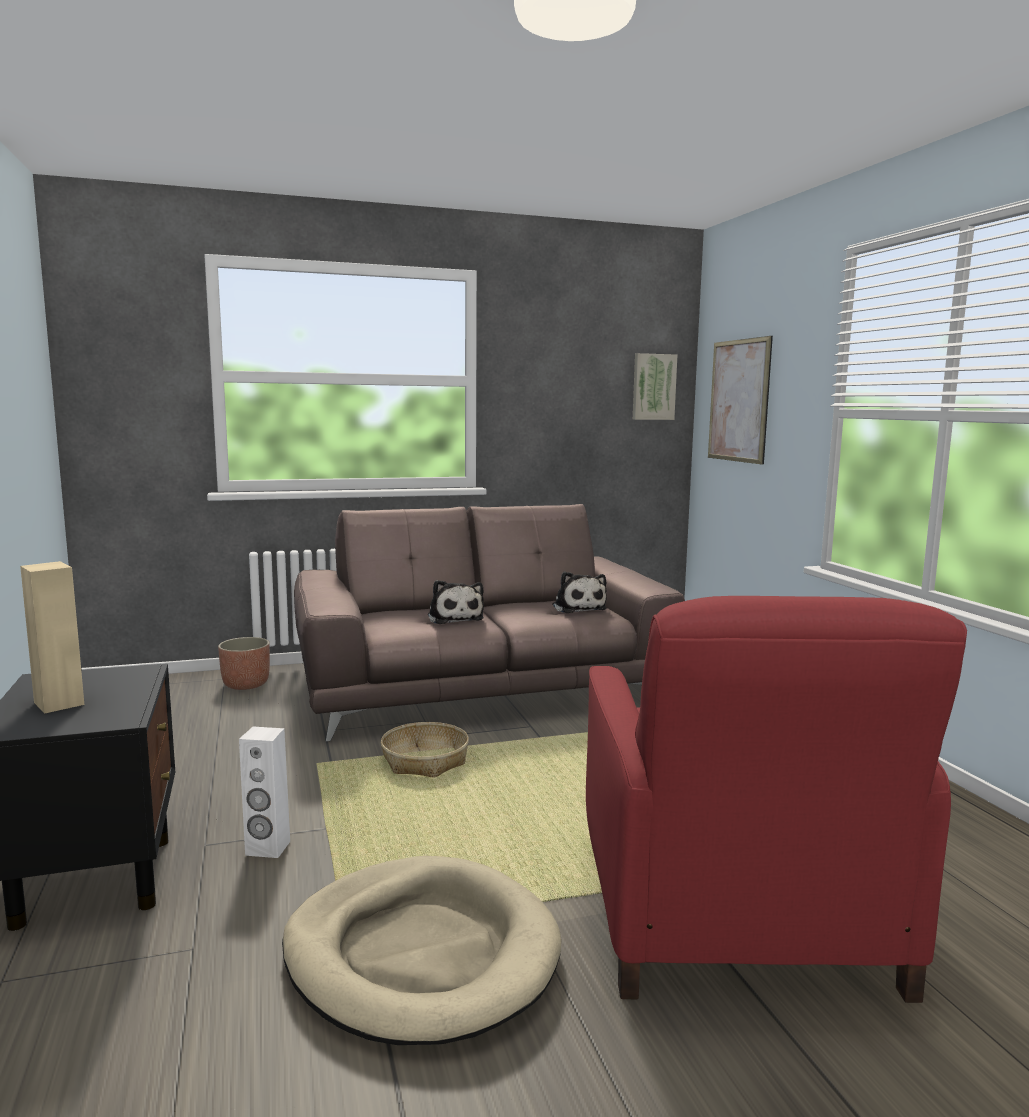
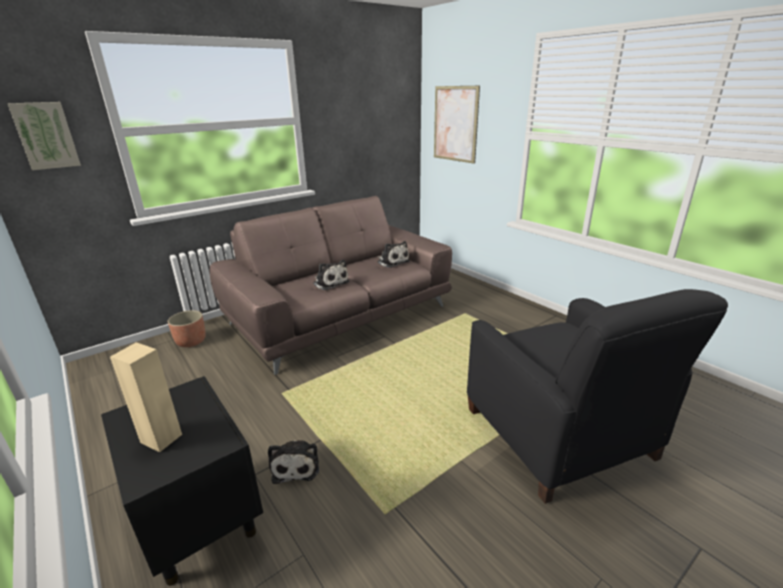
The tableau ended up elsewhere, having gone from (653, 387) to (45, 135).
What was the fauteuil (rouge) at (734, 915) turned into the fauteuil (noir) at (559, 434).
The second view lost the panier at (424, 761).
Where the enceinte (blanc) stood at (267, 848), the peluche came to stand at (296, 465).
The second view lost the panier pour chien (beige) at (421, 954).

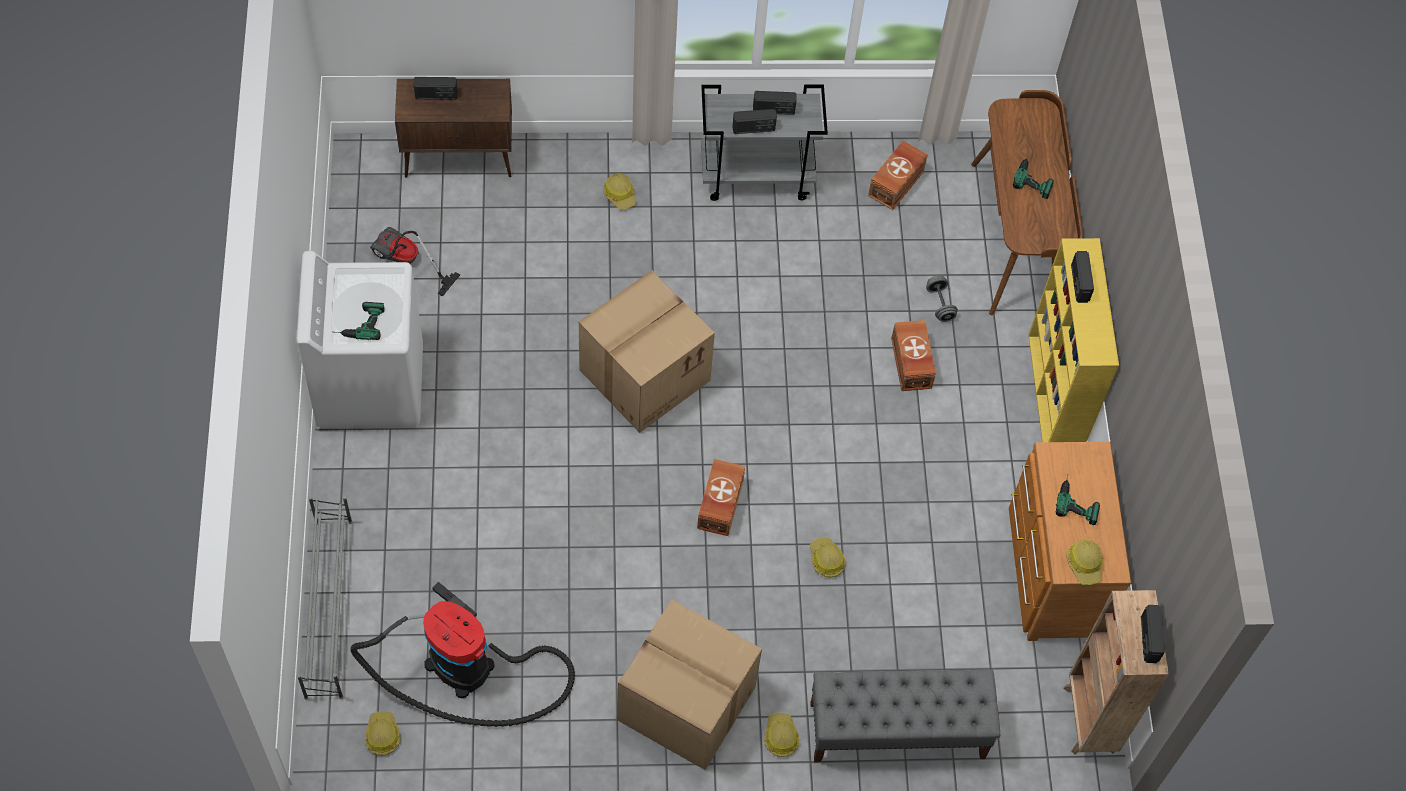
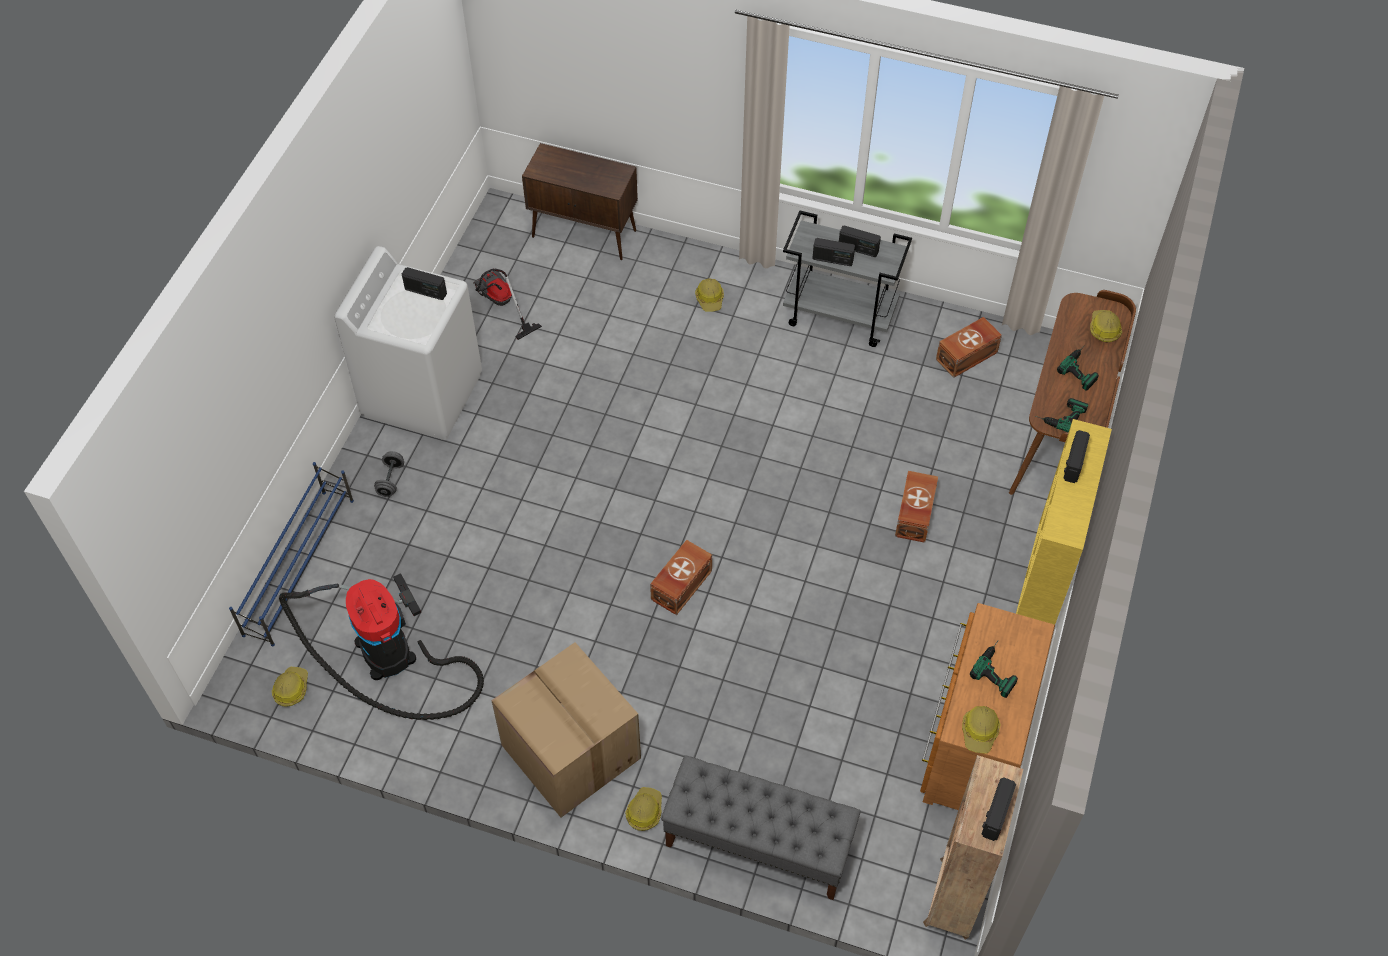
The radio ended up elsewhere, having gone from (436, 95) to (425, 291).
The second view lost the carton at (645, 373).
The haltère (gris) ended up elsewhere, having gone from (940, 304) to (391, 480).
The perceuse ended up elsewhere, having gone from (358, 323) to (1060, 415).
What was the étagère à chaussures (gris) at (329, 607) turned into the étagère à chaussures (bleu) at (300, 566).
The casque de chantier ended up elsewhere, having gone from (826, 560) to (1103, 329).

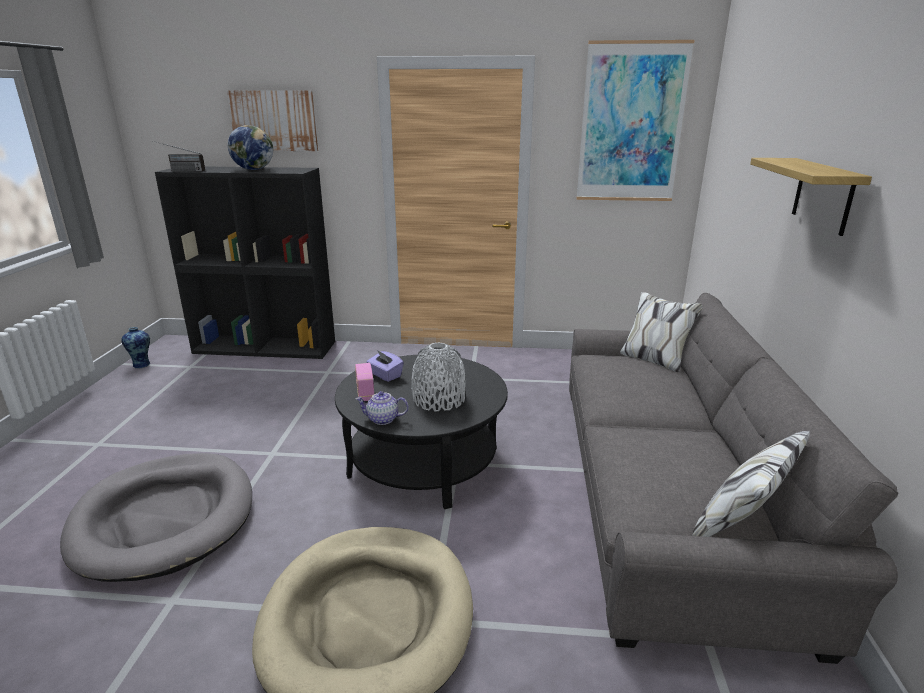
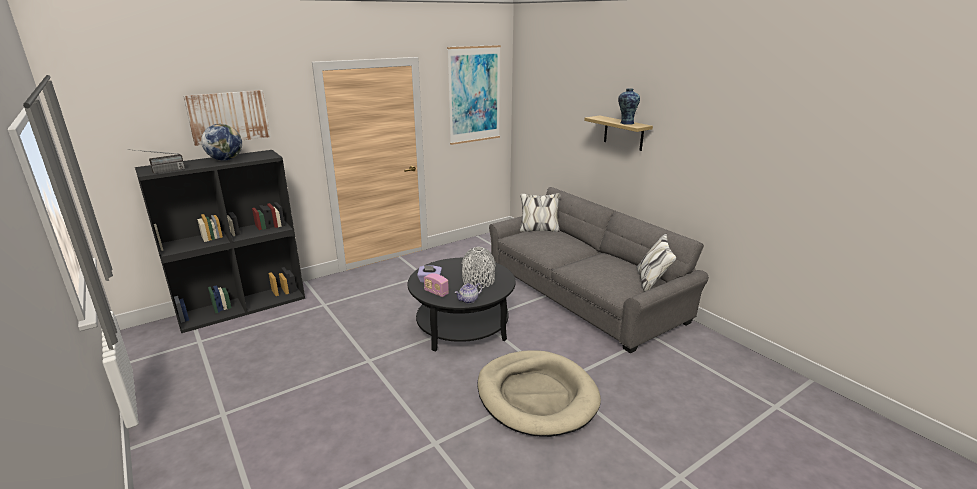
The vase ended up elsewhere, having gone from (142, 364) to (626, 123).
The second view lost the panier pour chien (gris) at (165, 519).

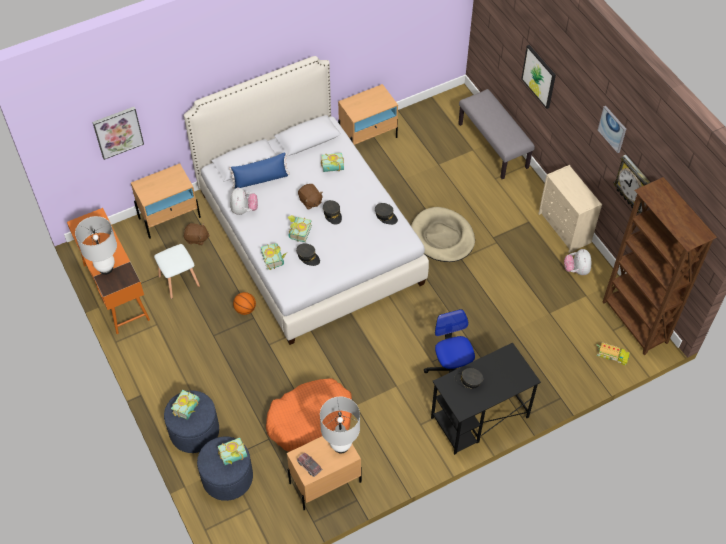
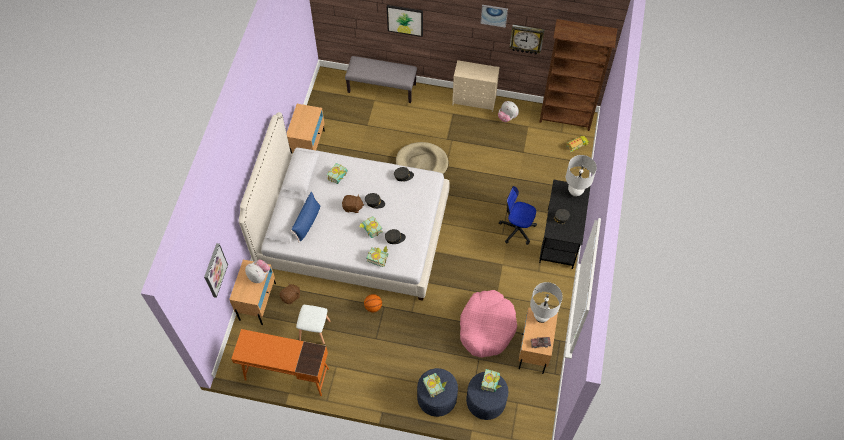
The peluche ended up elsewhere, having gone from (244, 210) to (259, 275).
The lampe de table (blanc) ended up elsewhere, having gone from (106, 268) to (575, 193).
What was the panier pour chien (orange) at (311, 421) turned into the panier pour chien (rose) at (486, 327).

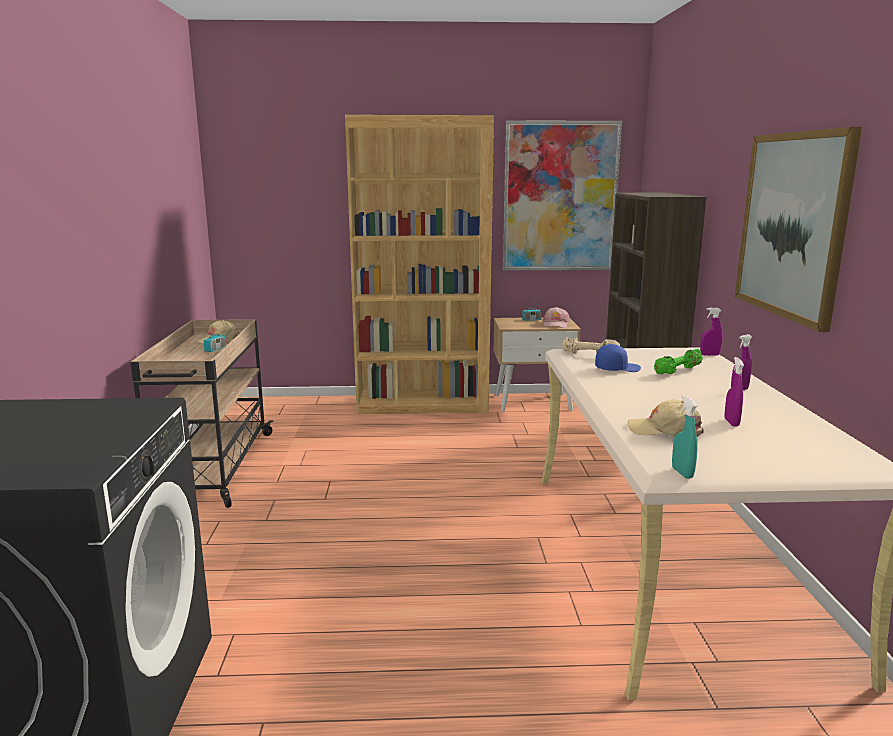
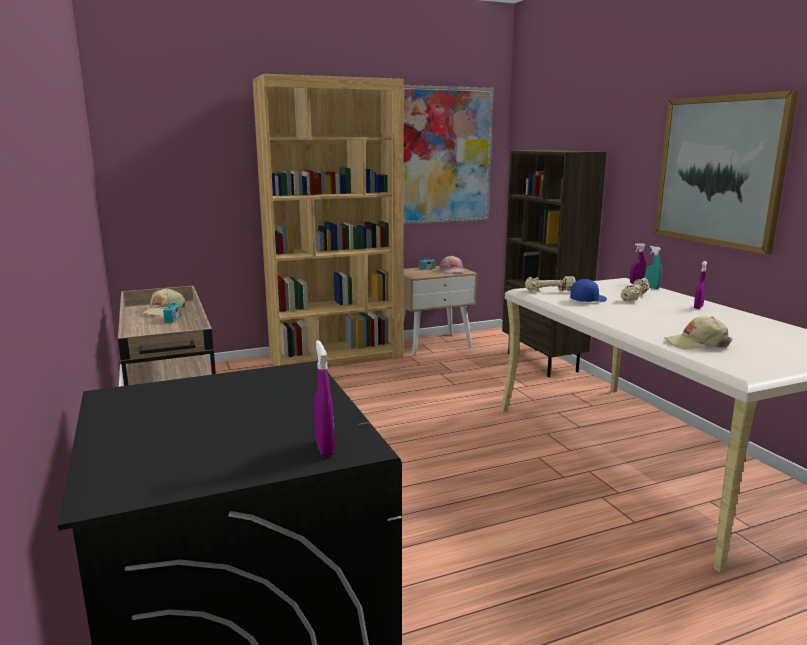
What was the haltère (vert) at (678, 371) turned into the haltère (beige) at (635, 298).
The vaporisateur (violet) ended up elsewhere, having gone from (731, 422) to (324, 448).
The vaporisateur (turquoise) ended up elsewhere, having gone from (682, 473) to (651, 287).

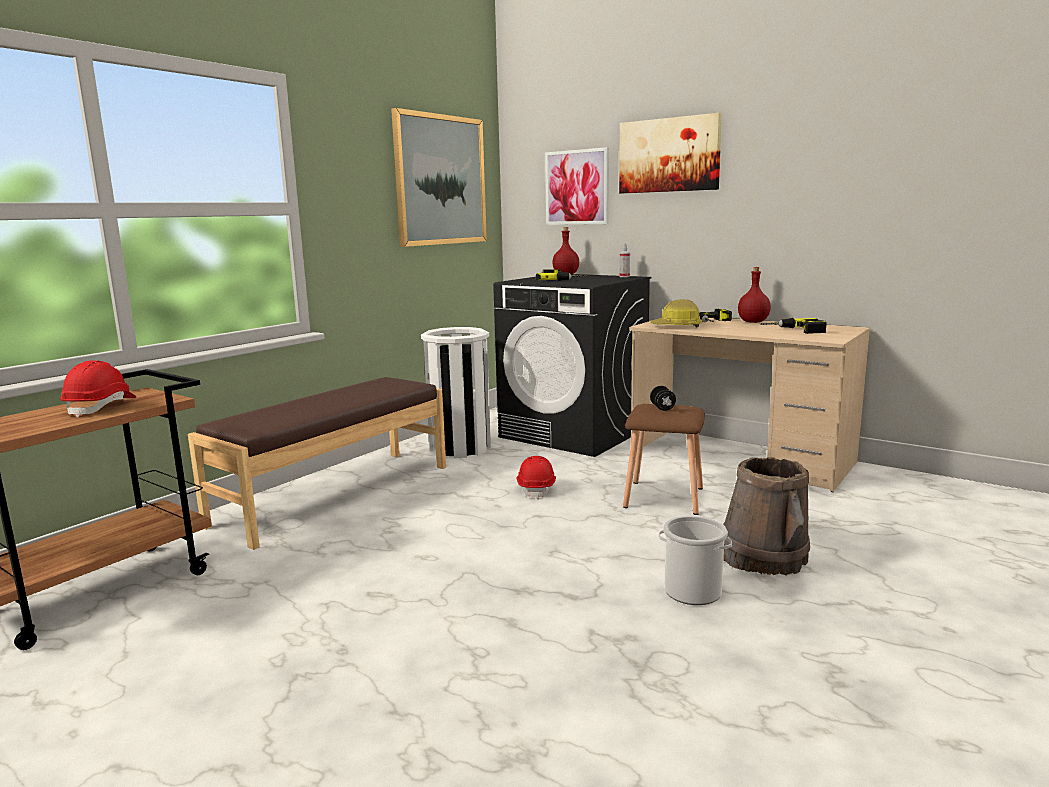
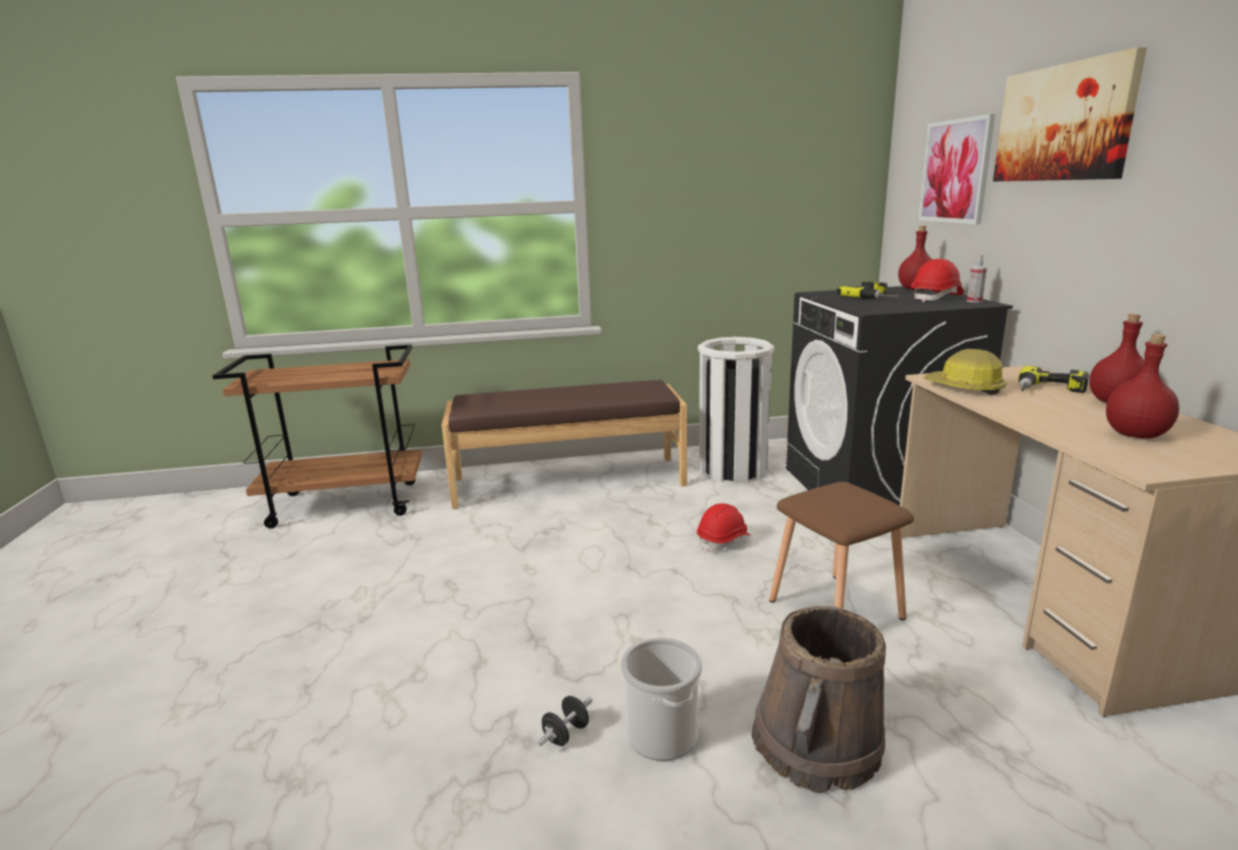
The second view lost the tableau at (440, 180).
Where the perceuse stood at (794, 330), the bouteille (rouge) came to stand at (1137, 435).
The casque de chantier (rouge) ended up elsewhere, having gone from (101, 407) to (936, 298).
The haltère (noir) ended up elsewhere, having gone from (662, 408) to (566, 734).

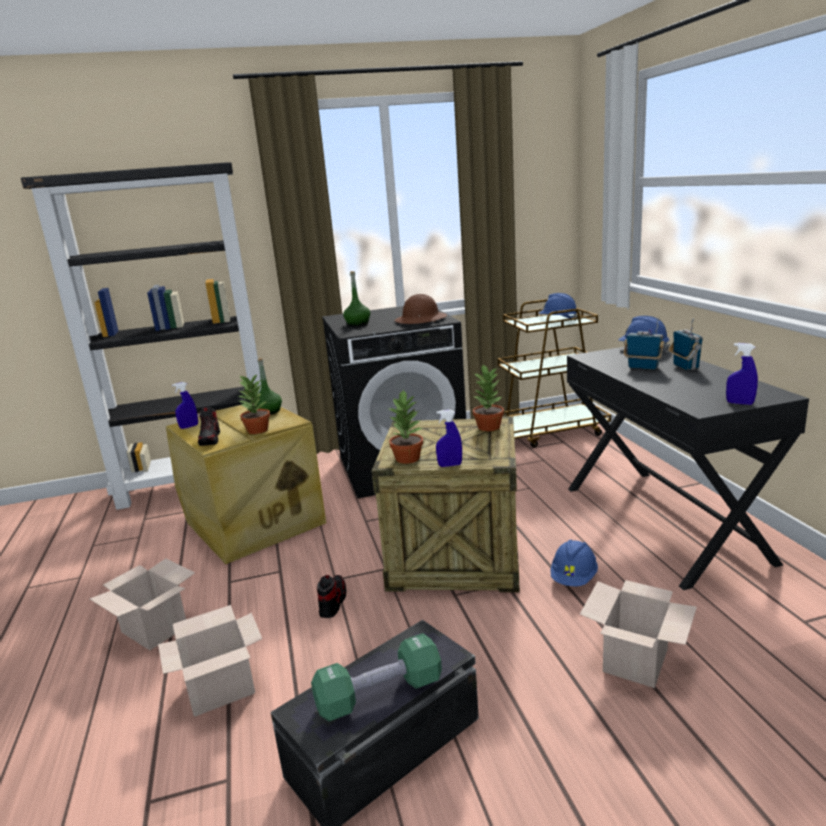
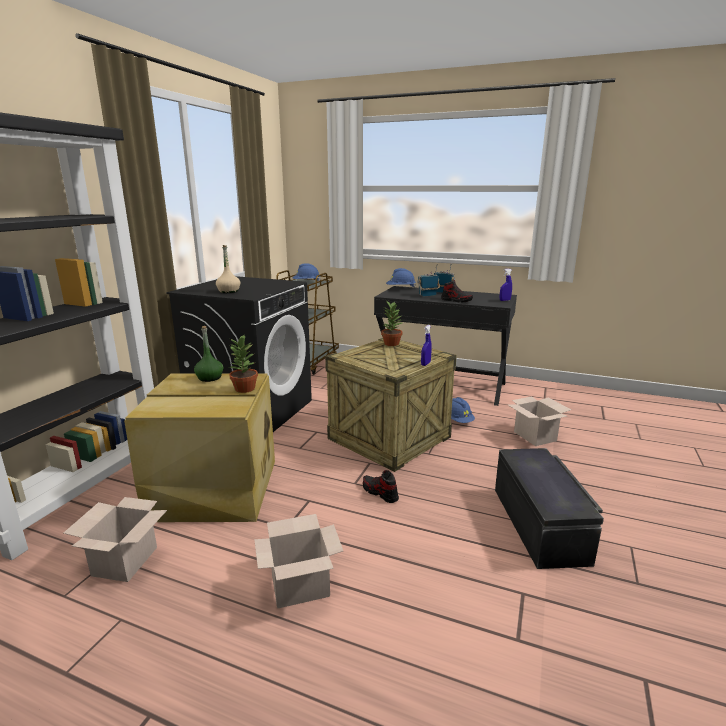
What was the bouteille (vert) at (358, 323) turned into the bouteille (beige) at (229, 291).
The second view lost the casque de chantier (marron) at (421, 320).
The second view lost the vaporisateur (bleu) at (189, 427).
The second view lost the plante en pot at (408, 458).
The chaussure ended up elsewhere, having gone from (210, 439) to (456, 300).
The carton ended up elsewhere, having gone from (222, 687) to (125, 560).
The second view lost the haltère (vert) at (379, 694).

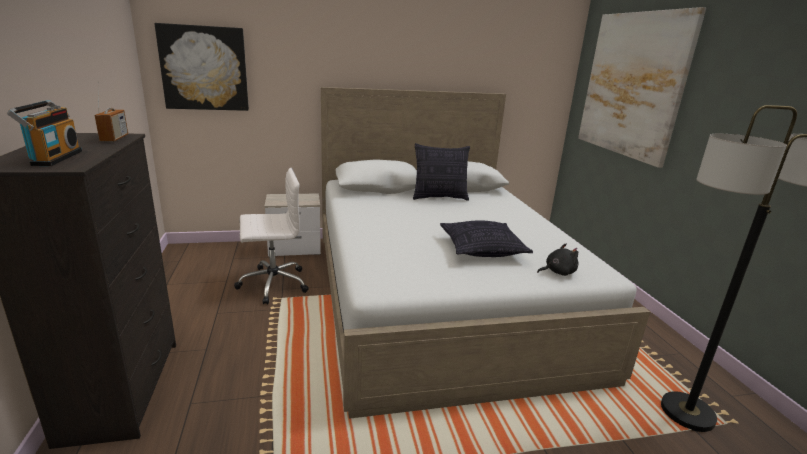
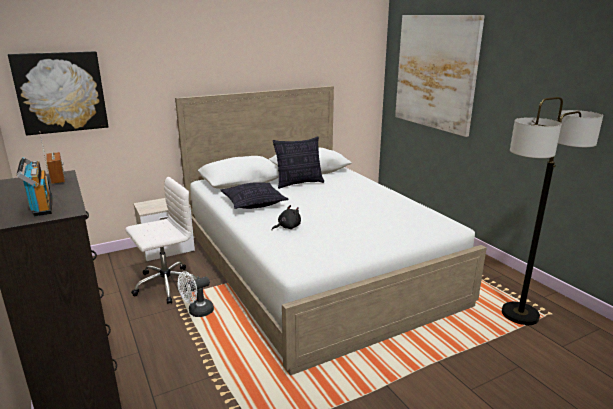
The coussin ended up elsewhere, having gone from (482, 249) to (254, 204).
The peluche (noir) ended up elsewhere, having gone from (557, 272) to (287, 227).
The second view gained the ventilateur (blanc) at (197, 312).

